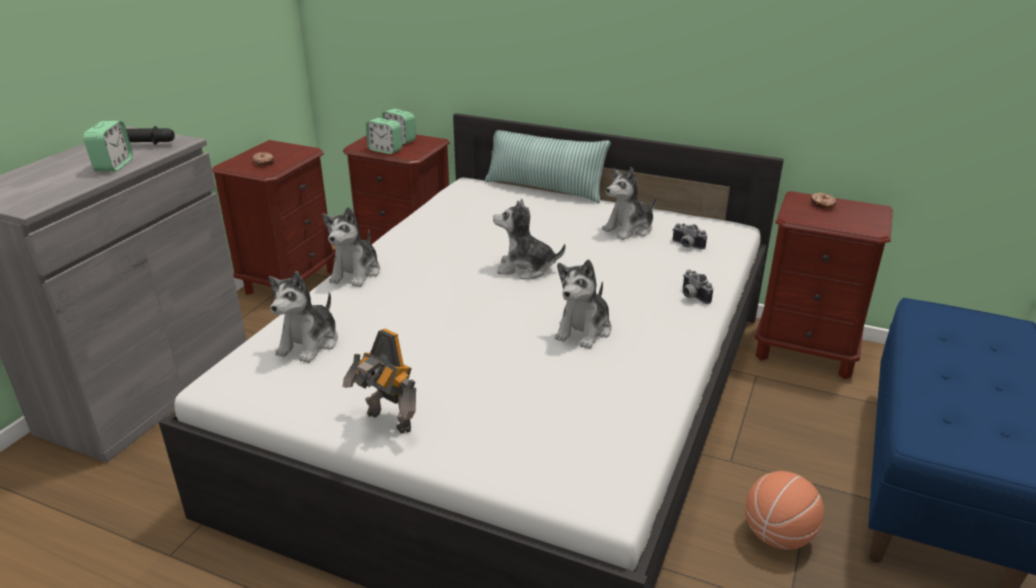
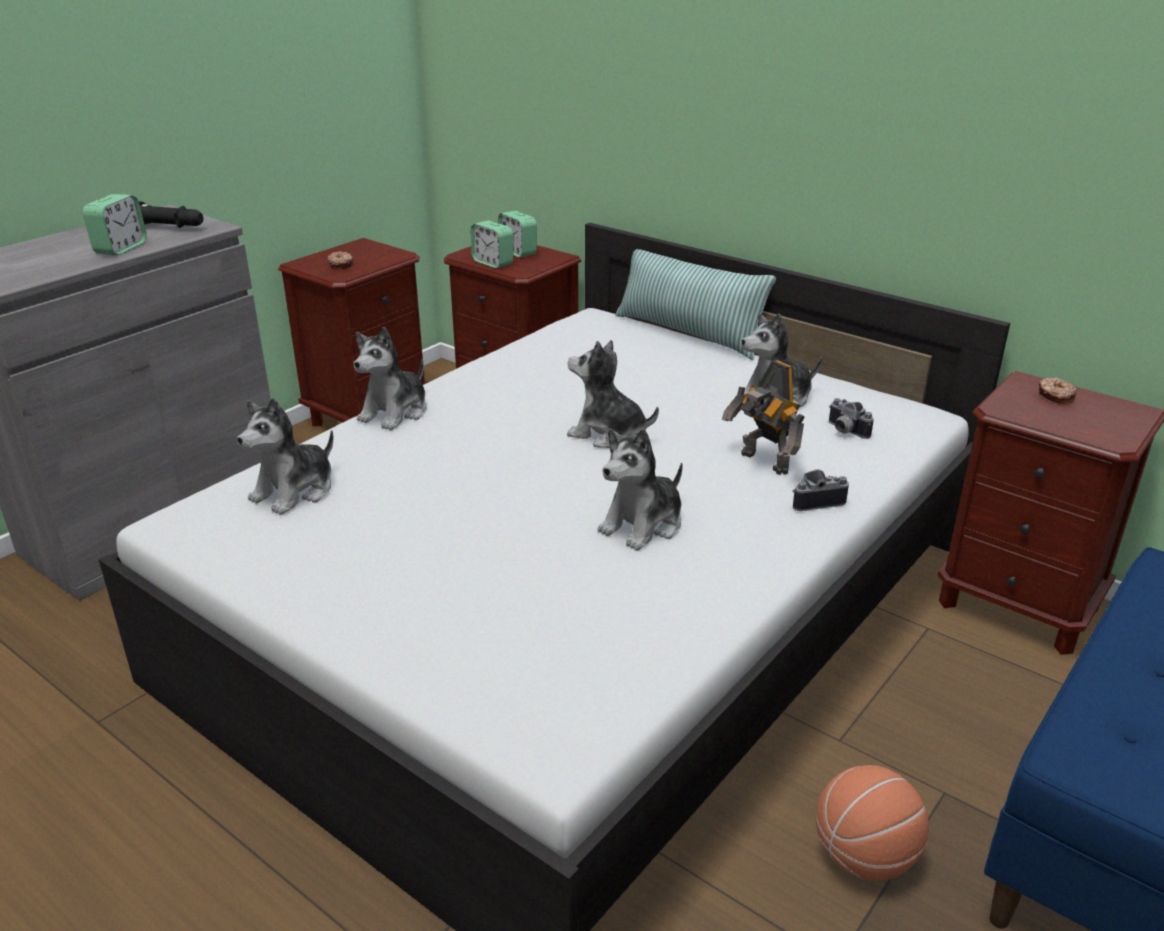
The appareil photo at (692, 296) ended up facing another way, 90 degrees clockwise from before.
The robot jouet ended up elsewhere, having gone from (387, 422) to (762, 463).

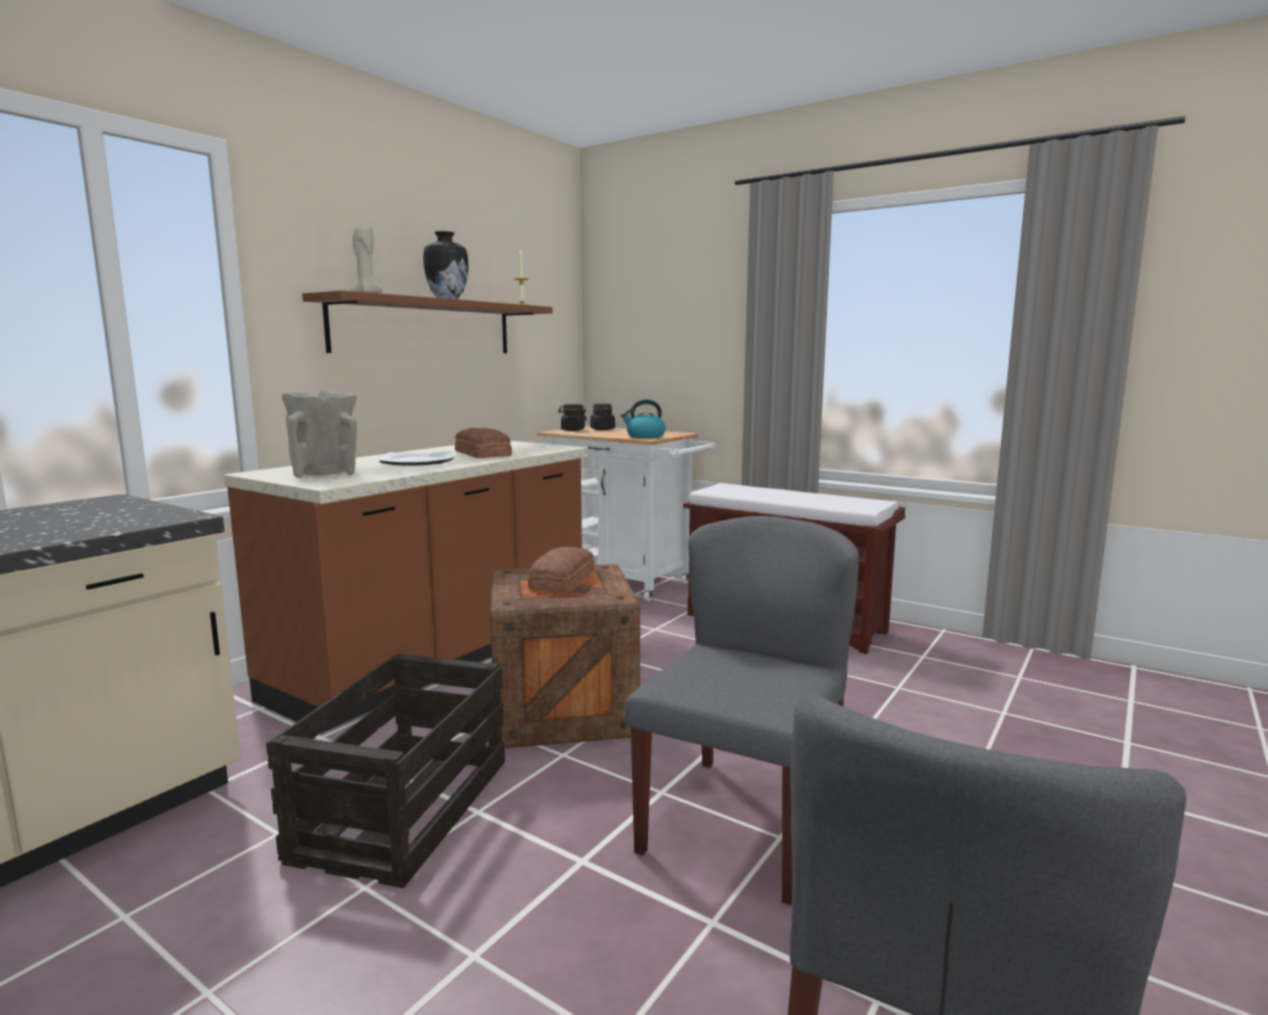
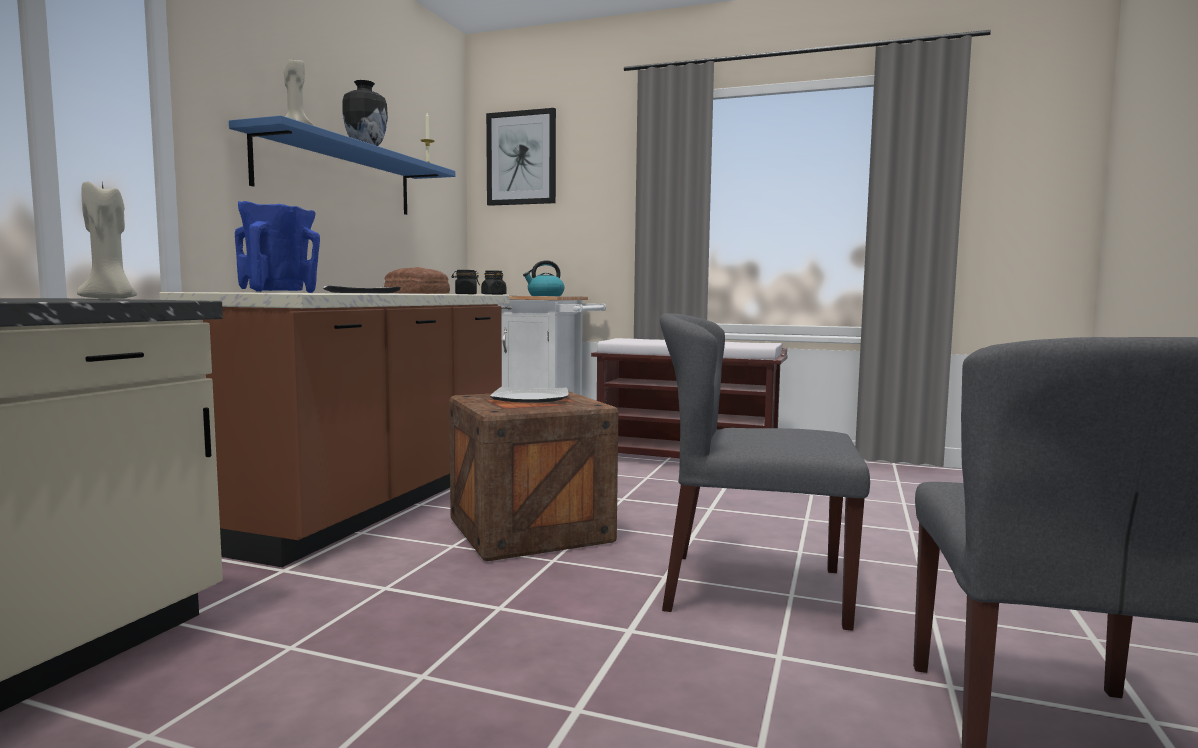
What was the étagère (marron) at (425, 327) turned into the étagère (bleu) at (338, 176).
What was the vase (beige) at (324, 474) turned into the vase (bleu) at (279, 292).
The chaise (gris) at (743, 822) ended up facing another way, 90 degrees counterclockwise from before.
Where the pain stood at (564, 580), the assiette came to stand at (531, 398).
The second view lost the caisse at (404, 808).
The second view gained the tableau at (521, 158).
The second view gained the bougie (beige) at (111, 299).

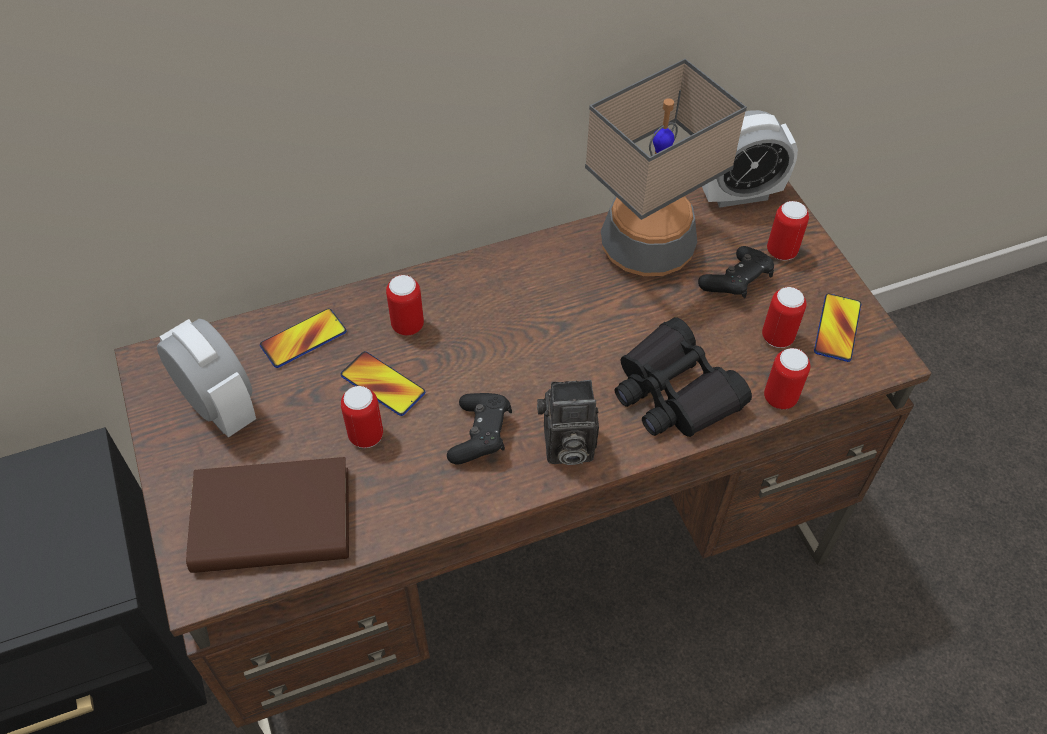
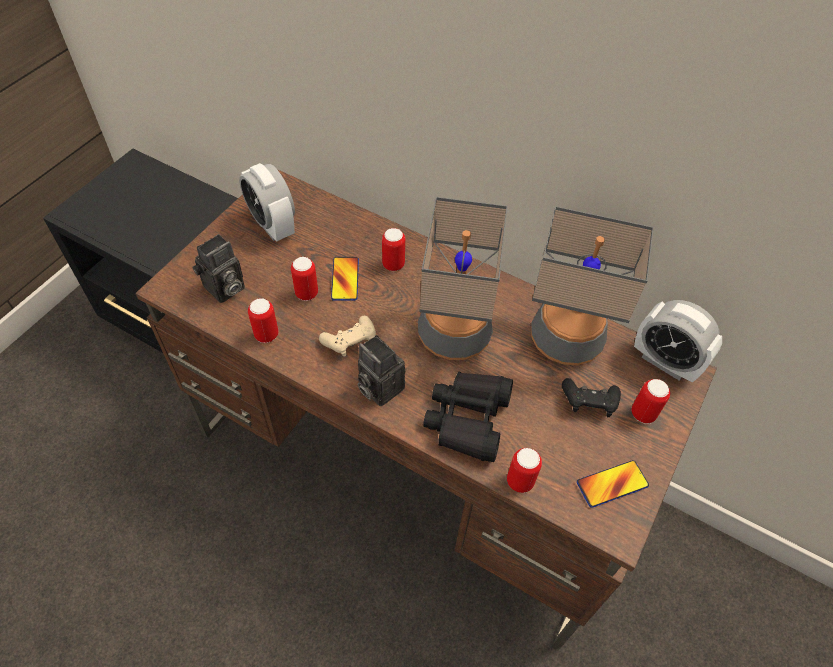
The boîte métallique ended up elsewhere, having gone from (777, 337) to (266, 335).
The second view lost the téléphone at (303, 339).
The réveil at (219, 407) ended up facing another way, 135 degrees clockwise from before.
What was the manette (noir) at (480, 435) turned into the manette (beige) at (350, 343).
Where the livre (marron) stood at (272, 521), the appareil photo came to stand at (224, 290).
The second view gained the lampe de table at (454, 333).

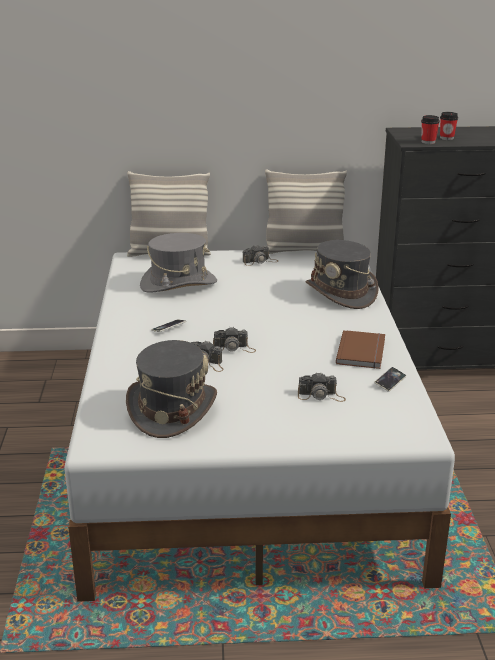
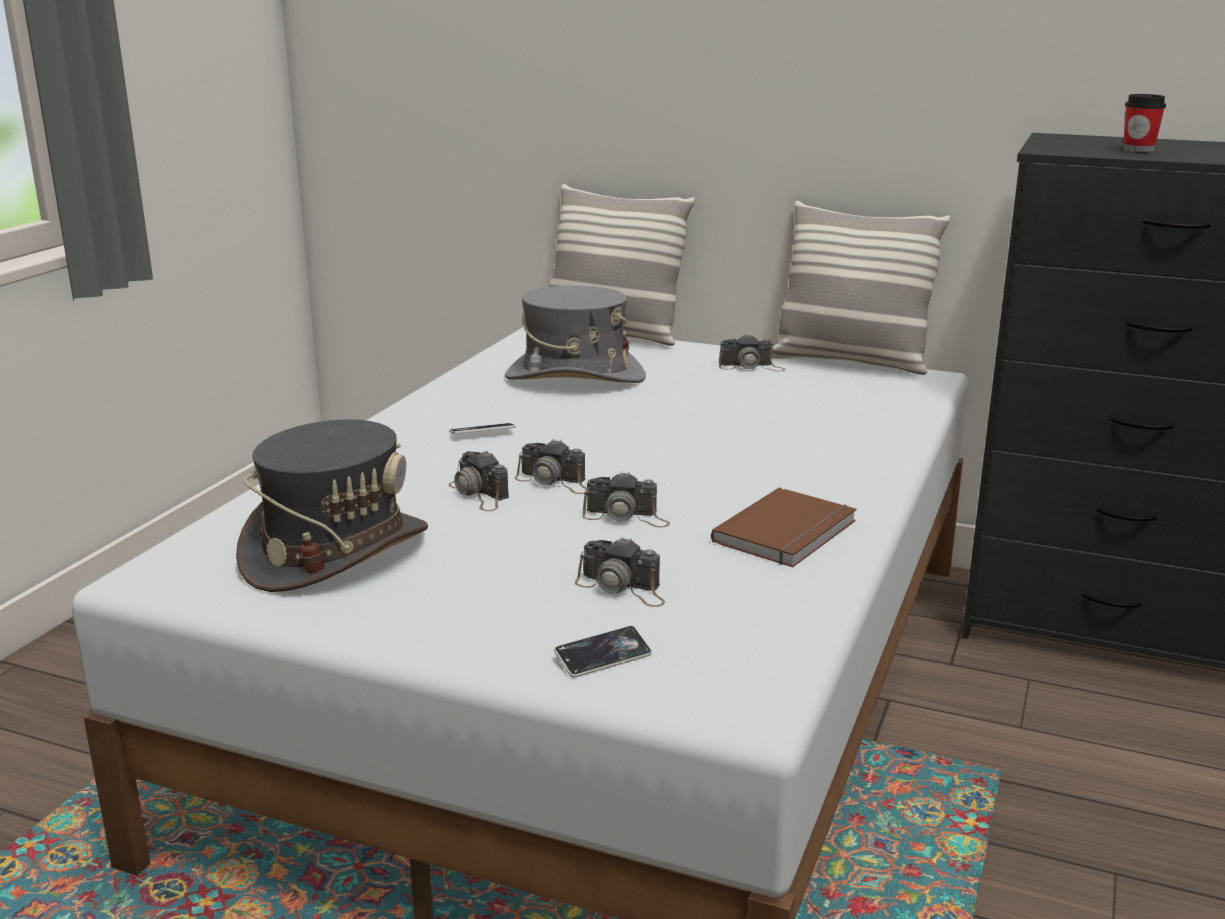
The second view lost the tasse at (428, 142).
The second view lost the chapeau (gris) at (341, 293).
The téléphone ended up elsewhere, having gone from (390, 381) to (603, 657).
The second view gained the appareil photo at (626, 516).

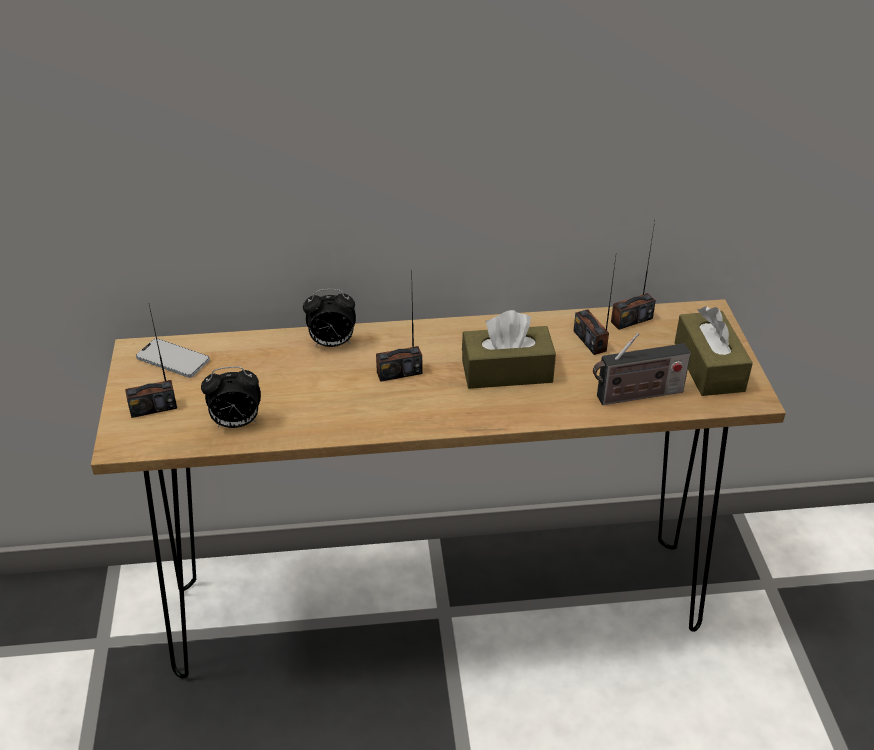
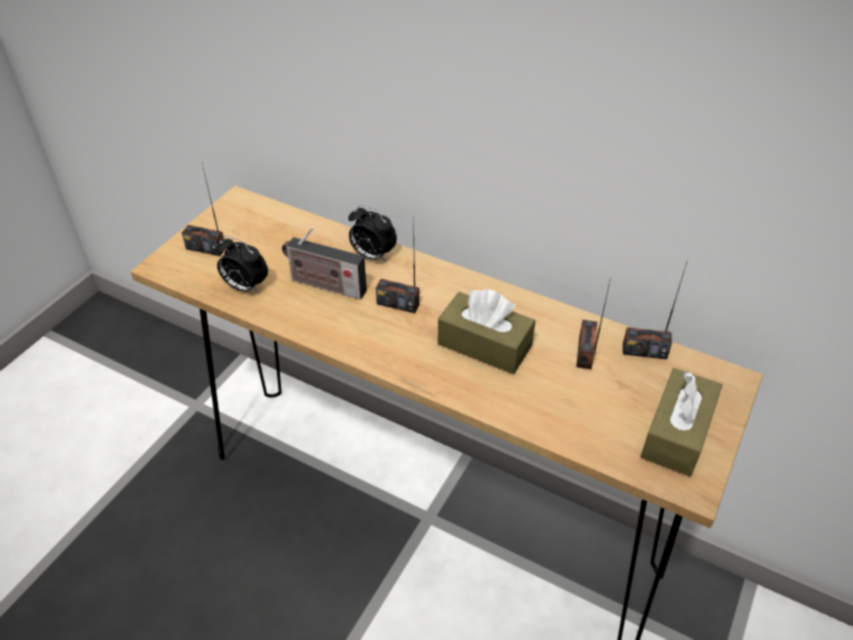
The radio ended up elsewhere, having gone from (636, 395) to (324, 285).
The second view lost the téléphone at (173, 359).

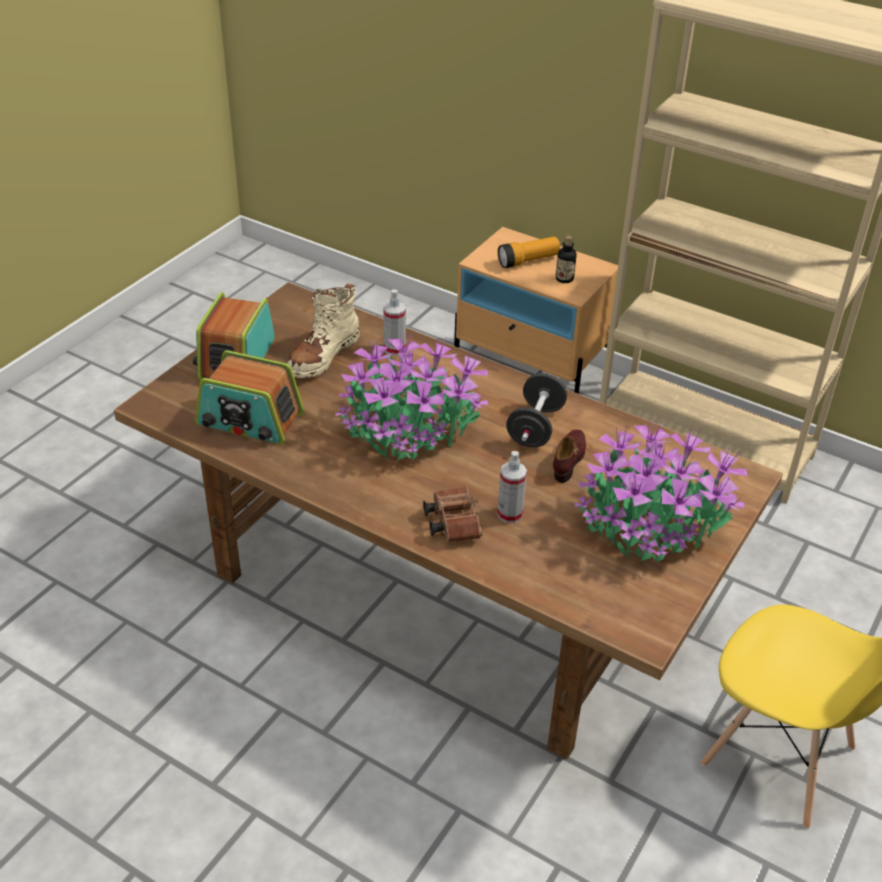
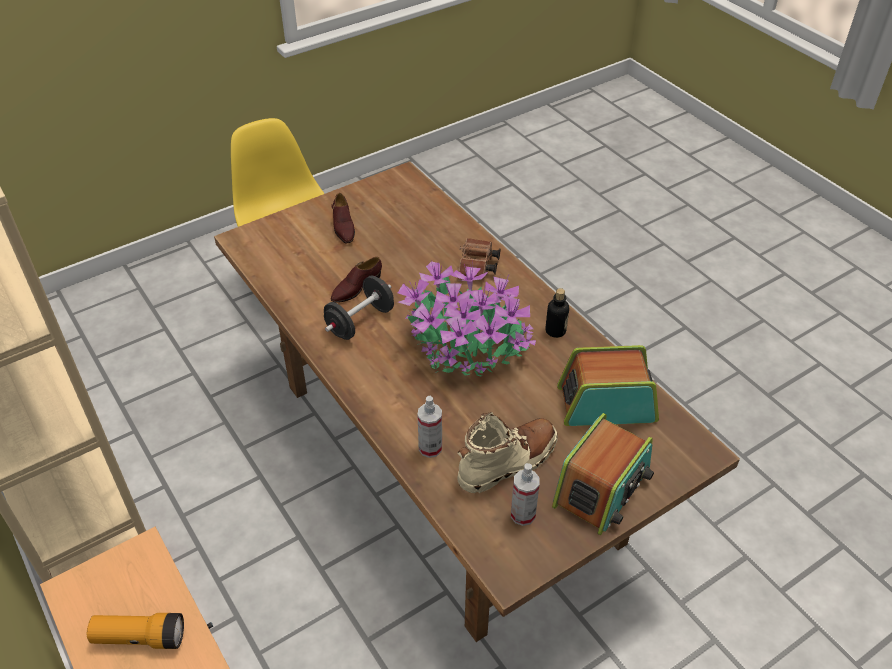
The bouteille ended up elsewhere, having gone from (564, 279) to (555, 331).
The radio at (250, 420) ended up facing another way, 45 degrees counterclockwise from before.
Where the plante en pot stood at (651, 527), the chaussure (marron) came to stand at (343, 227).
The vaporisateur ended up elsewhere, having gone from (510, 514) to (523, 514).

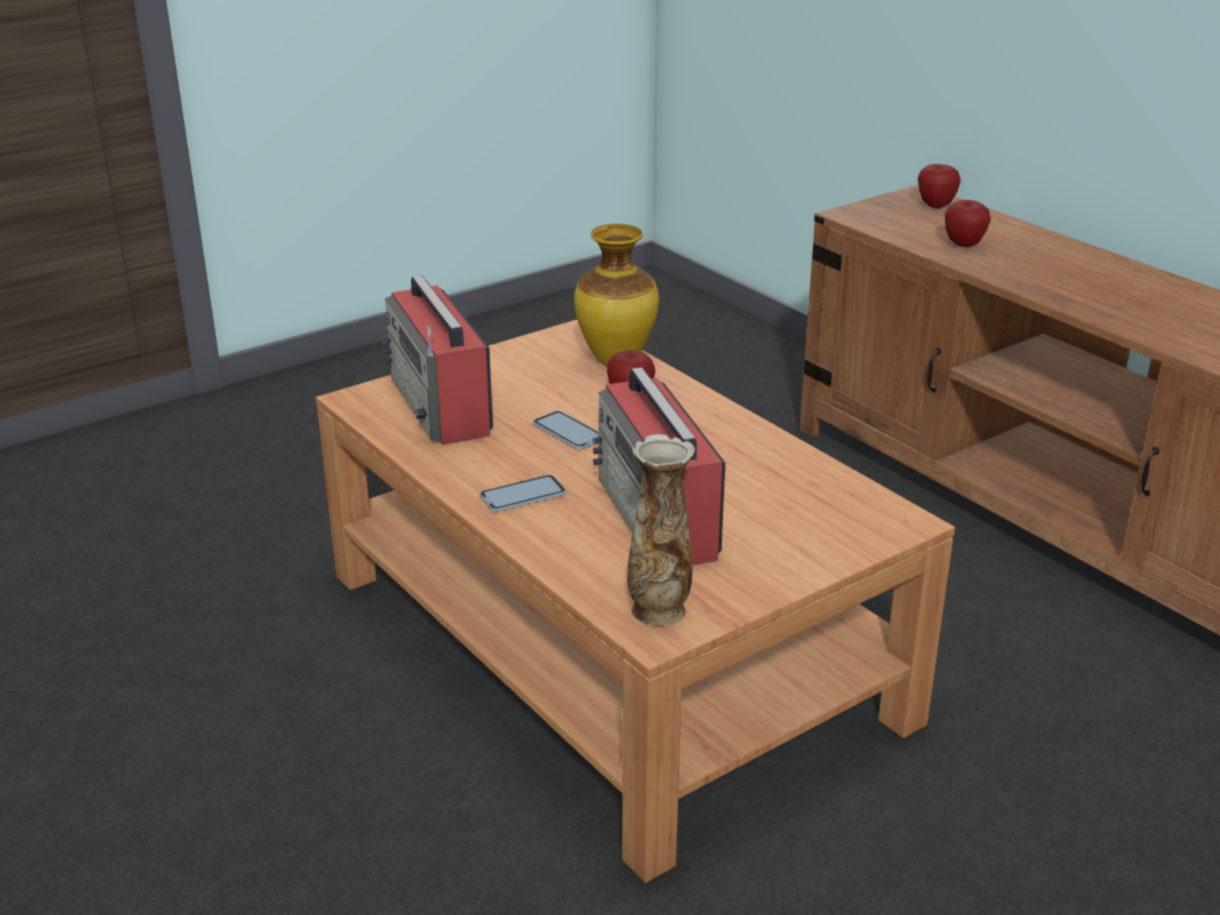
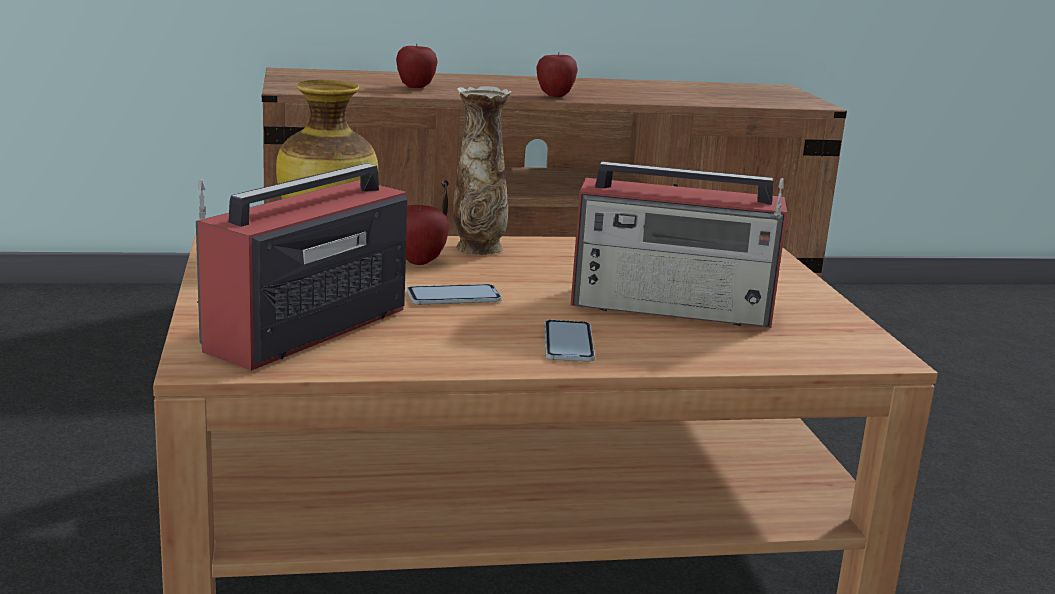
The pomme ended up elsewhere, having gone from (935, 205) to (555, 96).
The radio at (441, 406) ended up facing another way, 120 degrees clockwise from before.
The vase ended up elsewhere, having gone from (659, 609) to (478, 248).

